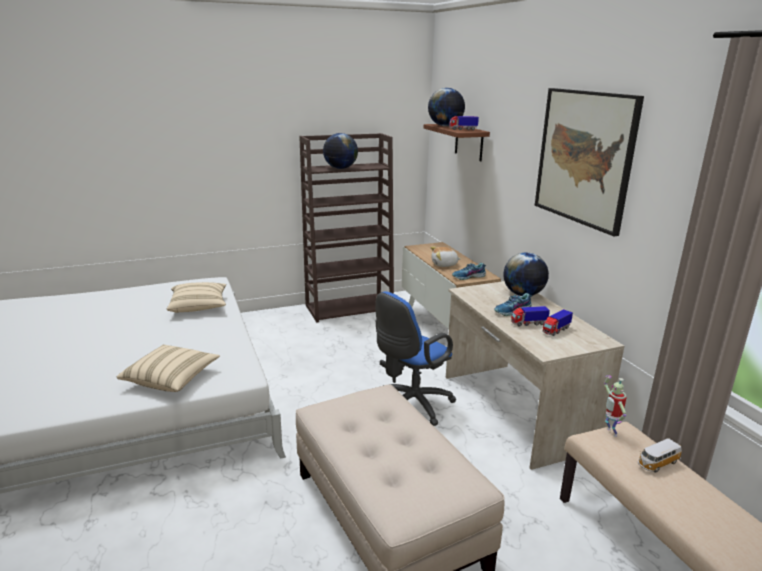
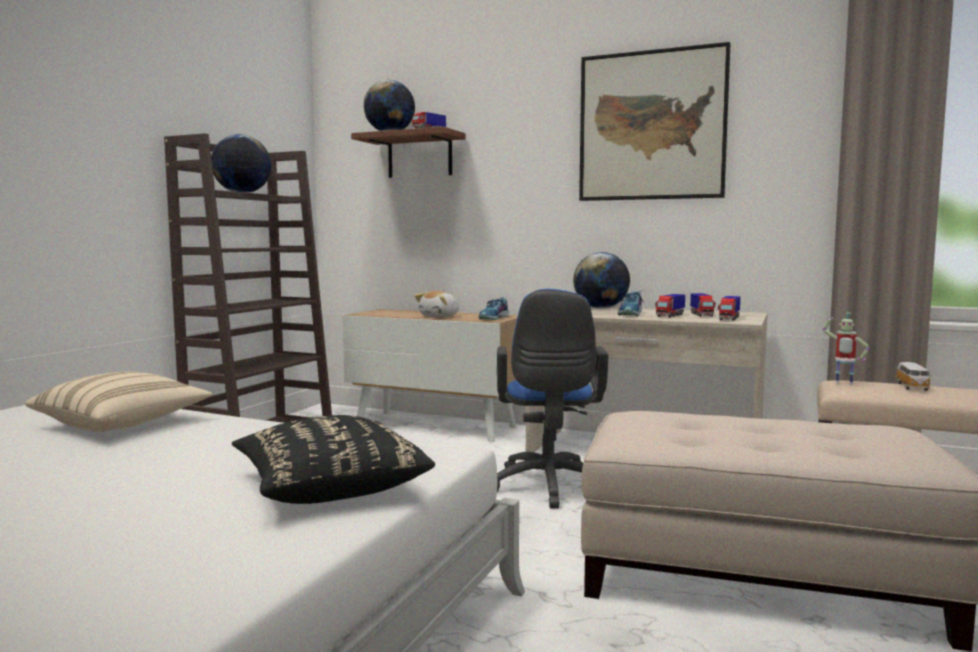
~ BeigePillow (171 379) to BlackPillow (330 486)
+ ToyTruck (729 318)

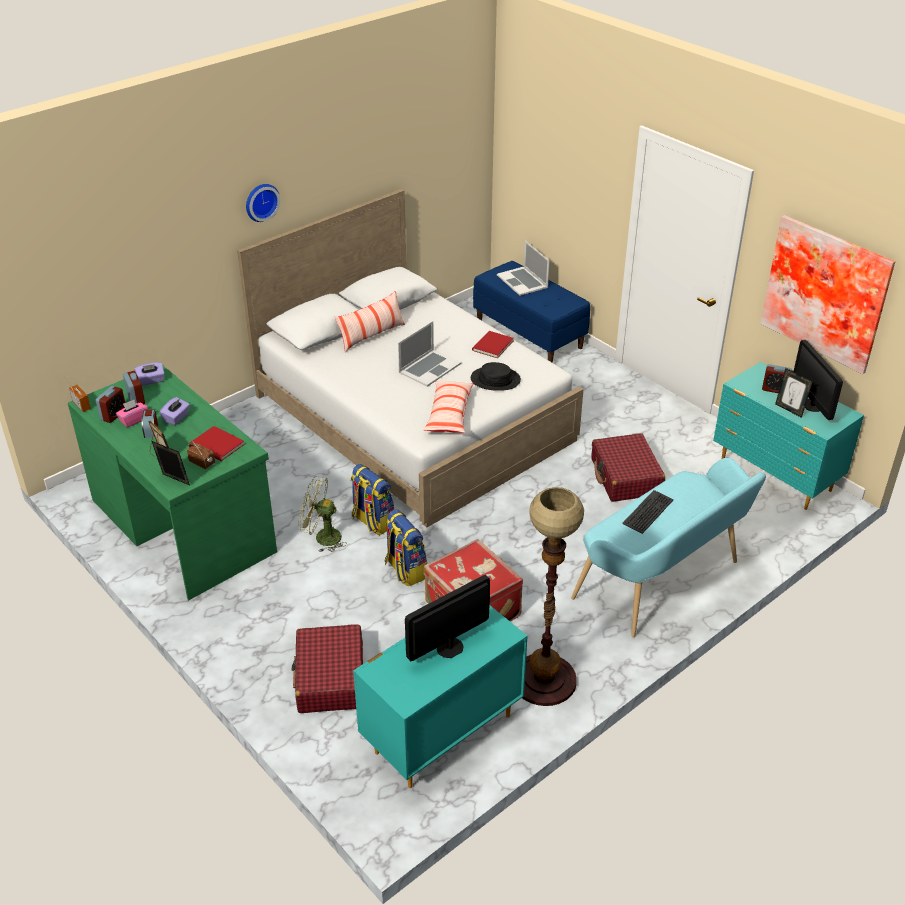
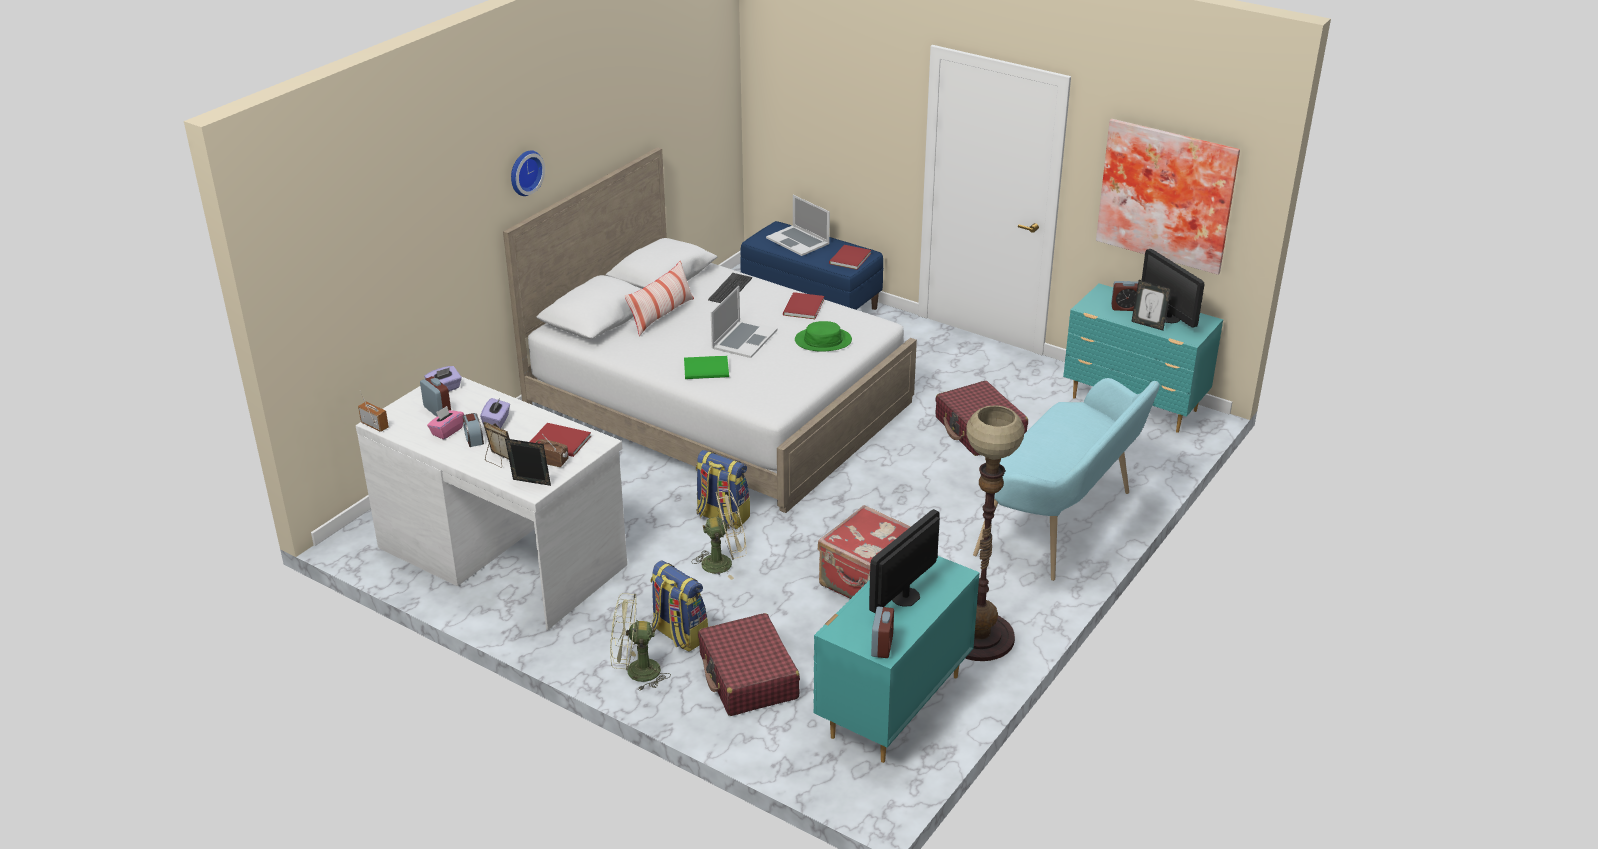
~ GreenDesk (183 524) to WhiteDesk (502 555)
~ GreenFan (322 537) to (635 672)
~ Backpack (405 570) to (678 634)
+ GreenBook (707 370)
+ BeigeFan (724 563)
~ Keyboard (648 512) to (731 289)
~ BlackHat (495 379) to GreenHat (823 340)
+ RedBook (848 259)
~ AlarmClock (113 415) to (882 646)
- Pillow (449 414)

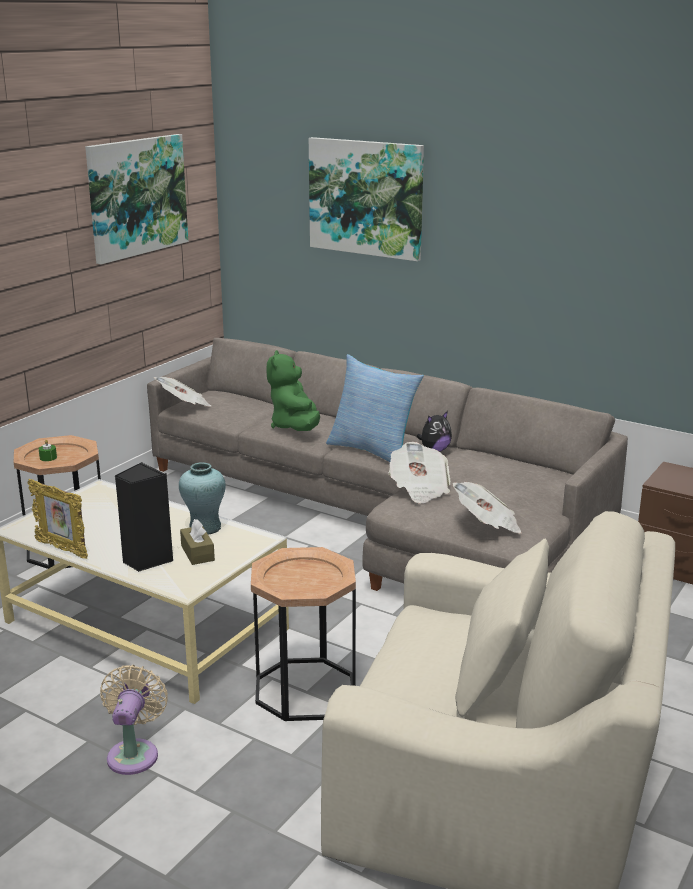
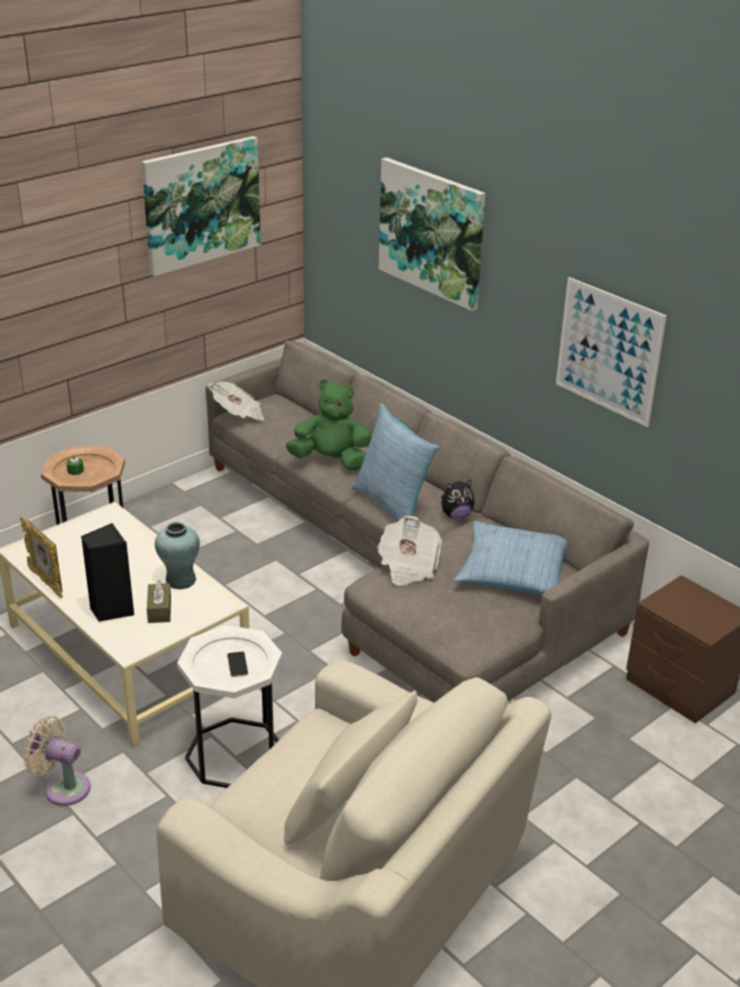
~ BeigeFan (134 753) = (63 787) 90 degrees counterclockwise
~ BrownSideTable (305 689) to WhiteSideTable (235 753)
+ Phone (237 664)
~ GreenPlushToy (295 427) = (331 461) 90 degrees clockwise
+ Pillow (514 571)
+ Picture (609 351)
- Newspaper (487 524)

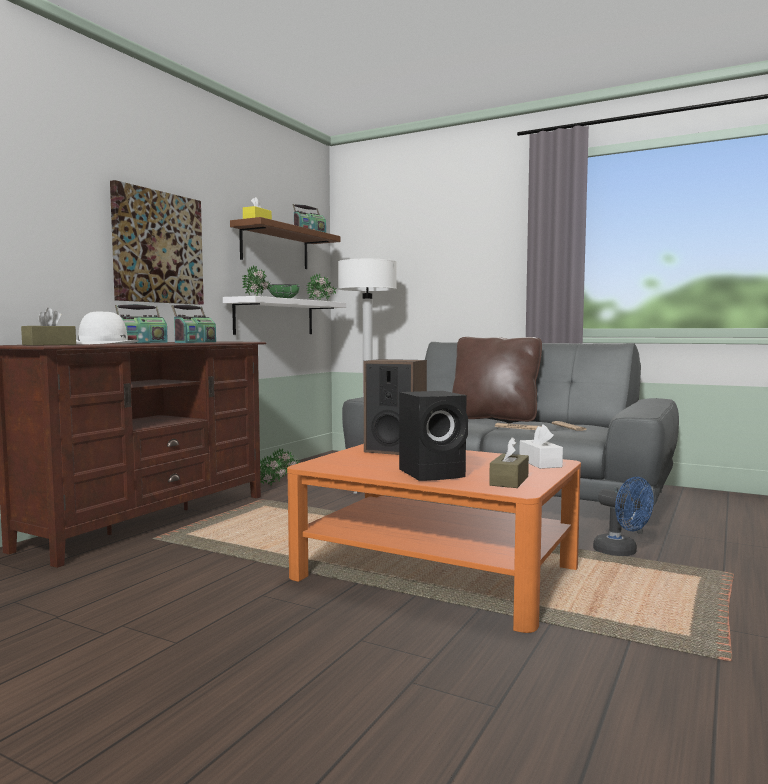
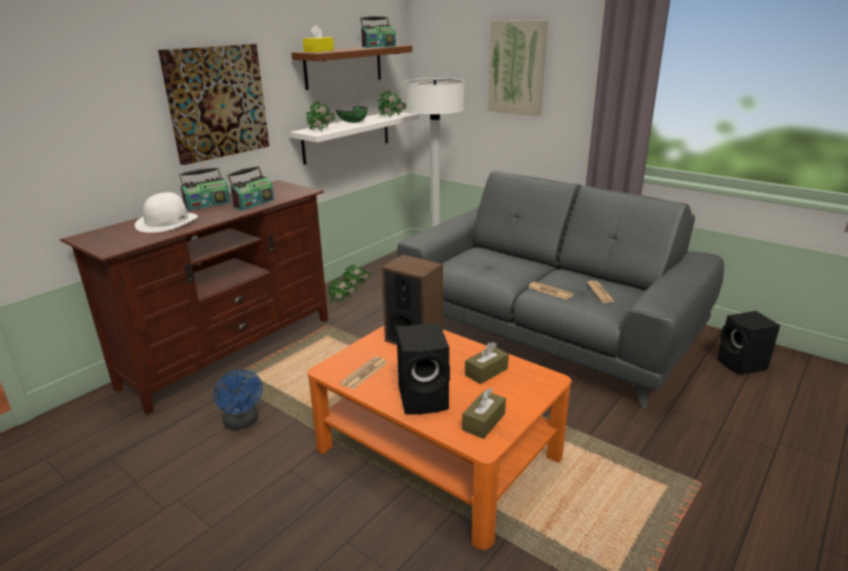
~ BlueFan (621 552) to (243 423)
+ Newspaper (364 373)
~ BrownTissueBox (49 345) to (486 372)
+ Picture (517 68)
+ BlackSpeaker (742 365)
- BrownPillow (494 418)
- WhiteTissueBox (540 463)

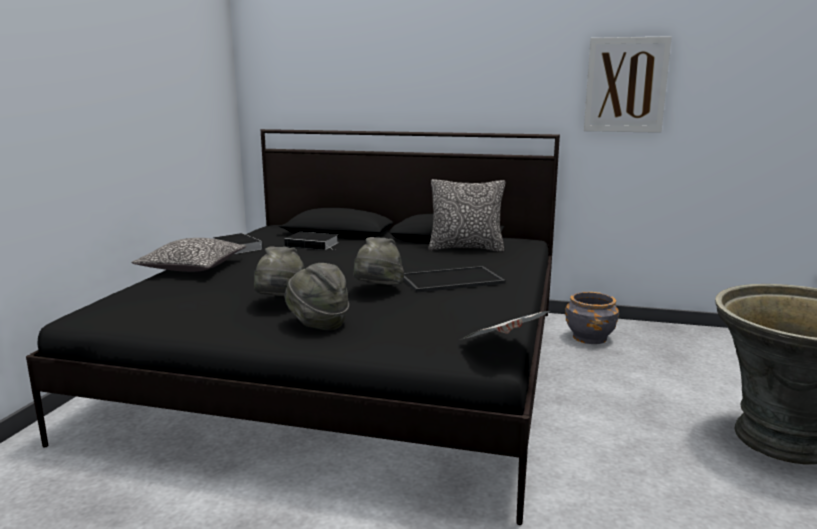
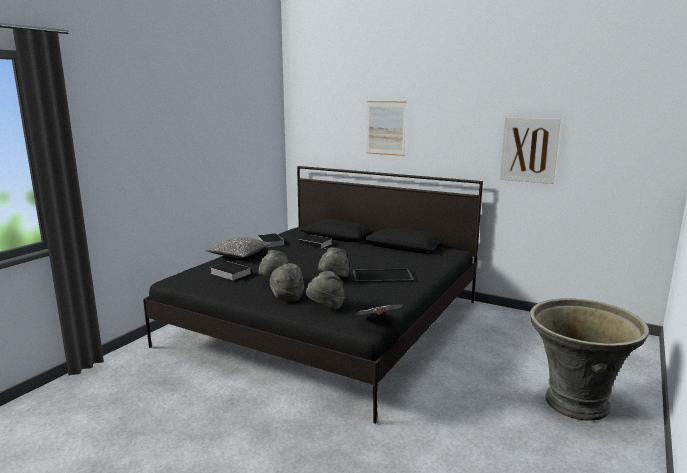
+ Book (229 273)
+ GreyHat (325 307)
+ Picture (385 128)
- Pillow (466 248)
- GreyPlanter (589 337)

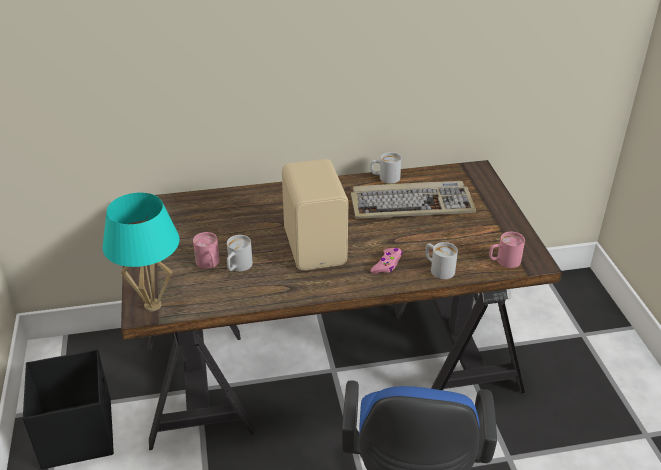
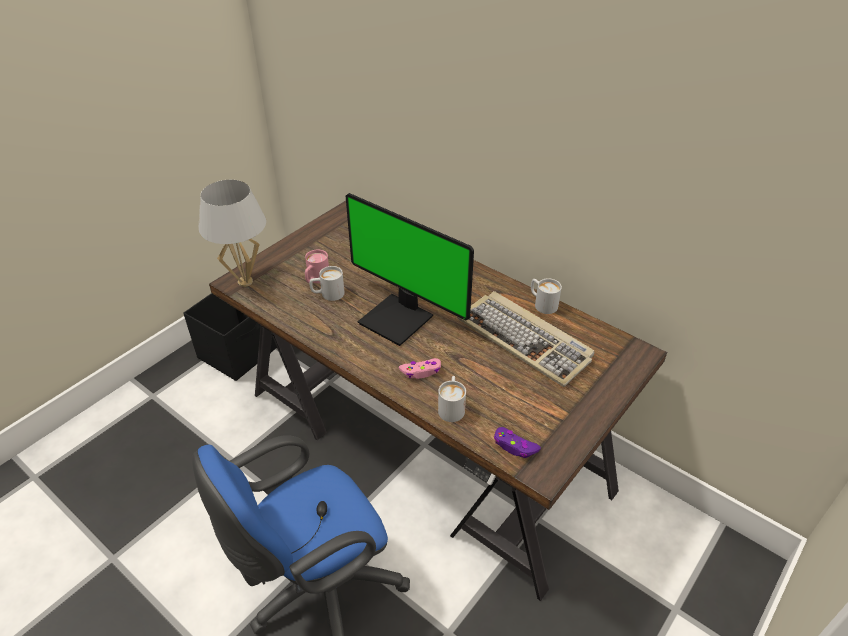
~ TurquoiseTableLamp (152 305) to WhiteTableLamp (245 282)
~ BeigeSpeaker (316 246) to Monitor (398 319)
~ PinkMug (503 261) to PurpleGameController (514 446)

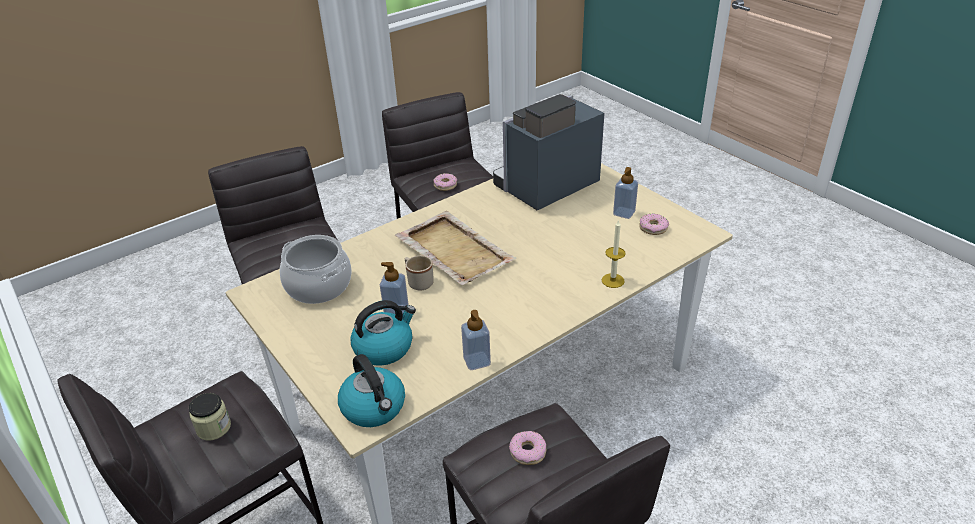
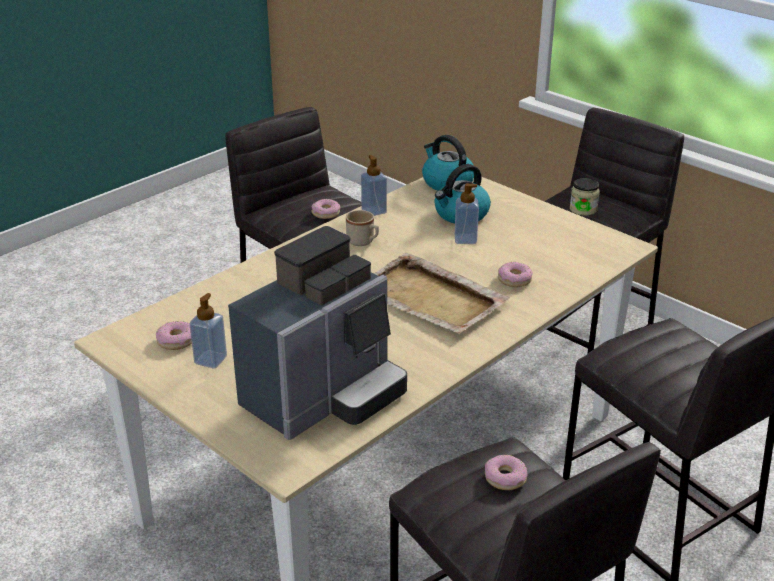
~ BeigeMug (418 282) to (363 242)
+ Donut (514 279)
- CookingPot (319 285)
- Candle (612 280)

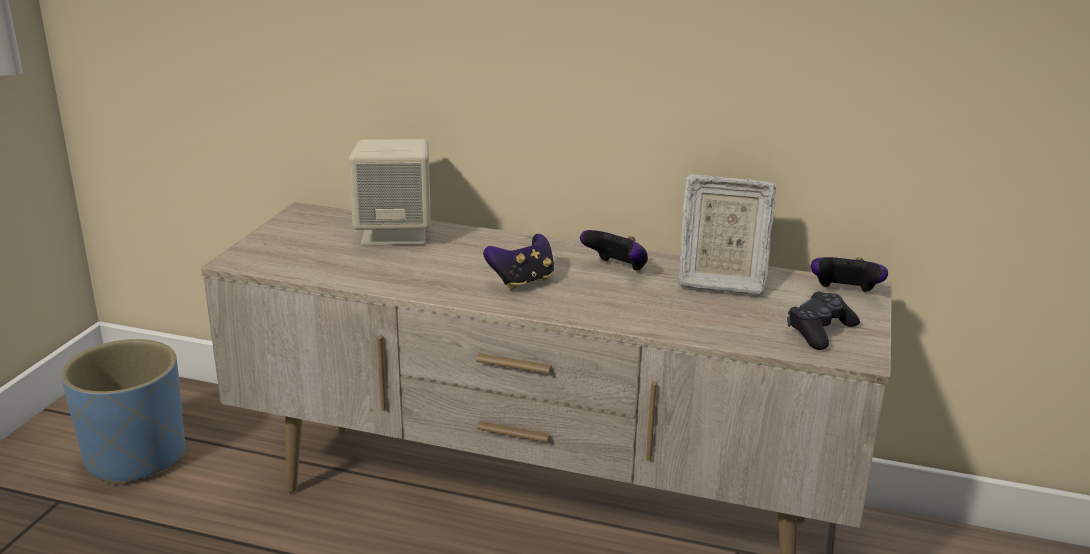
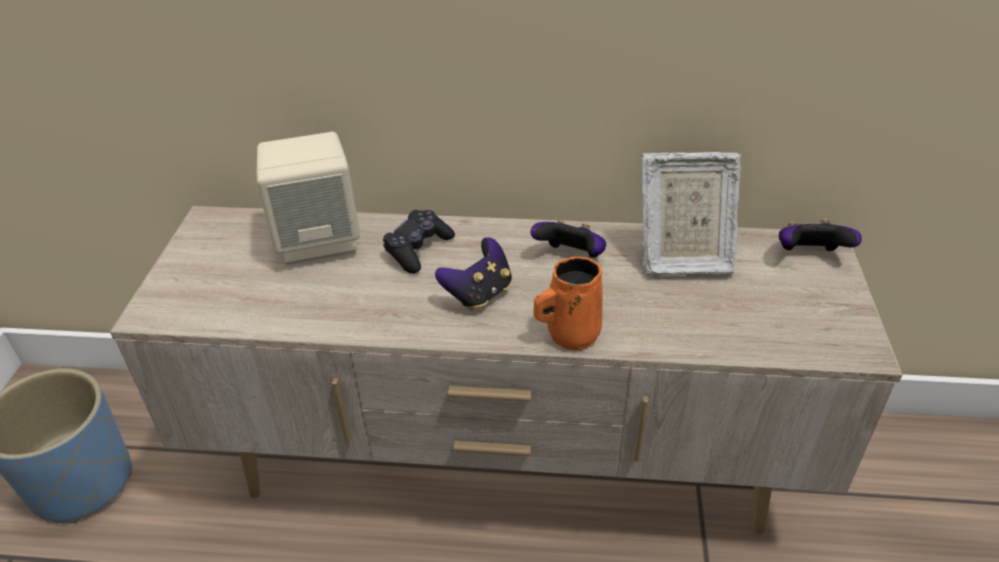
~ BlackGameController (820 331) to (418 249)
+ OrangeMug (570 334)

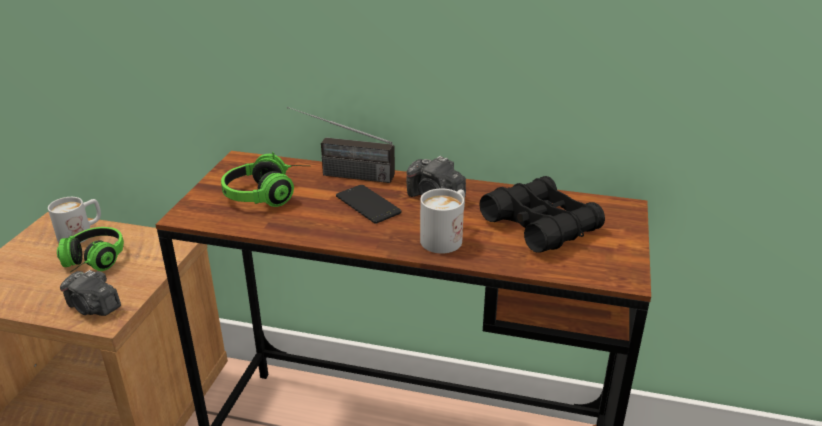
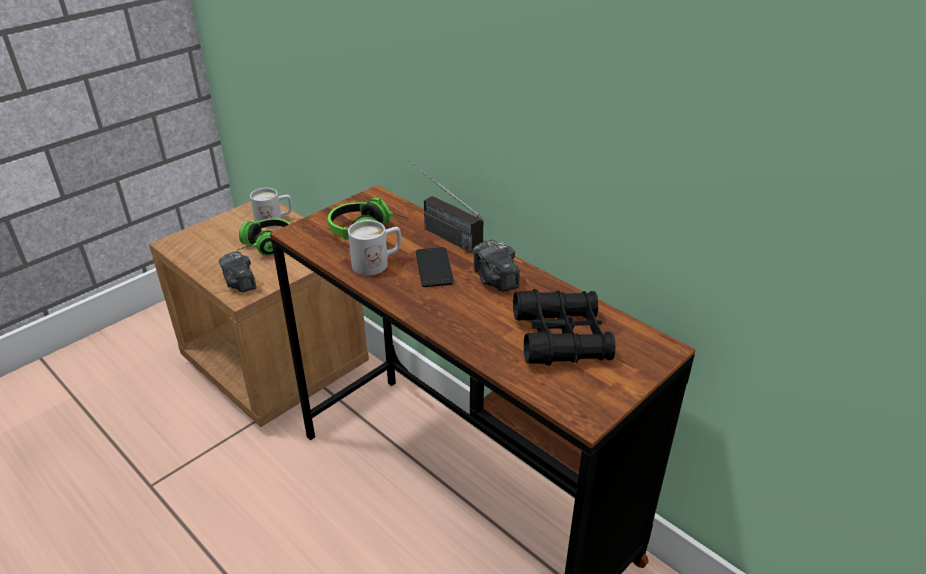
~ WhiteMug (446 237) to (377 263)

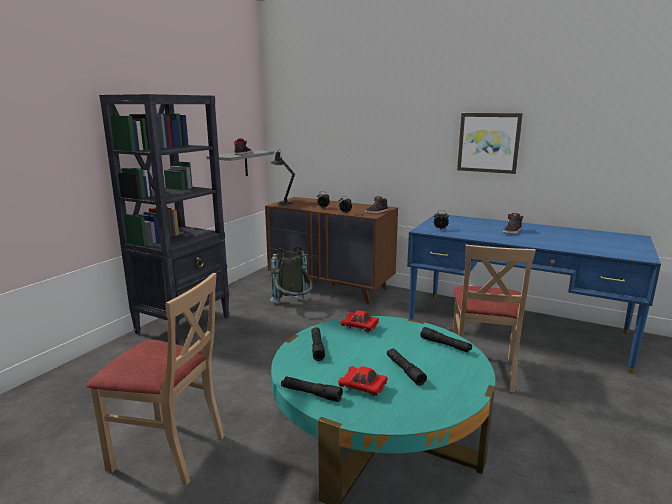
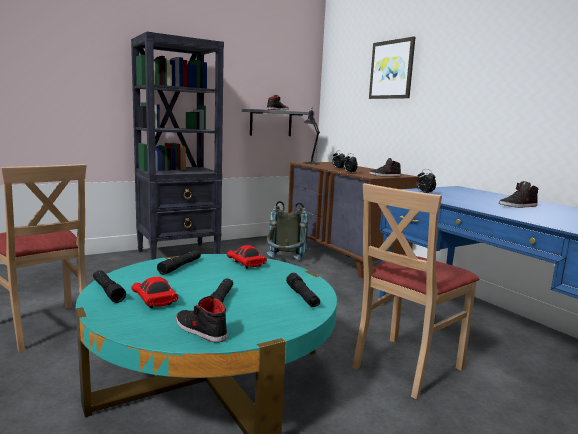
+ BlackShoe (200 330)
~ Picture (488 142) to (392 69)

